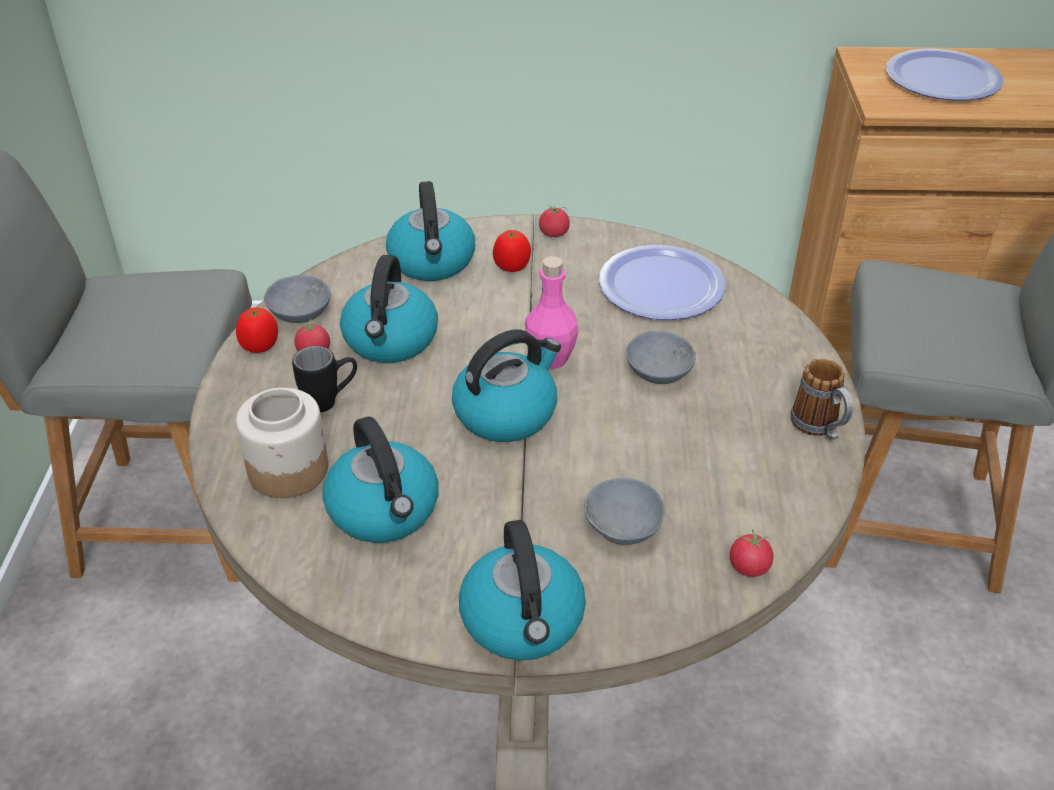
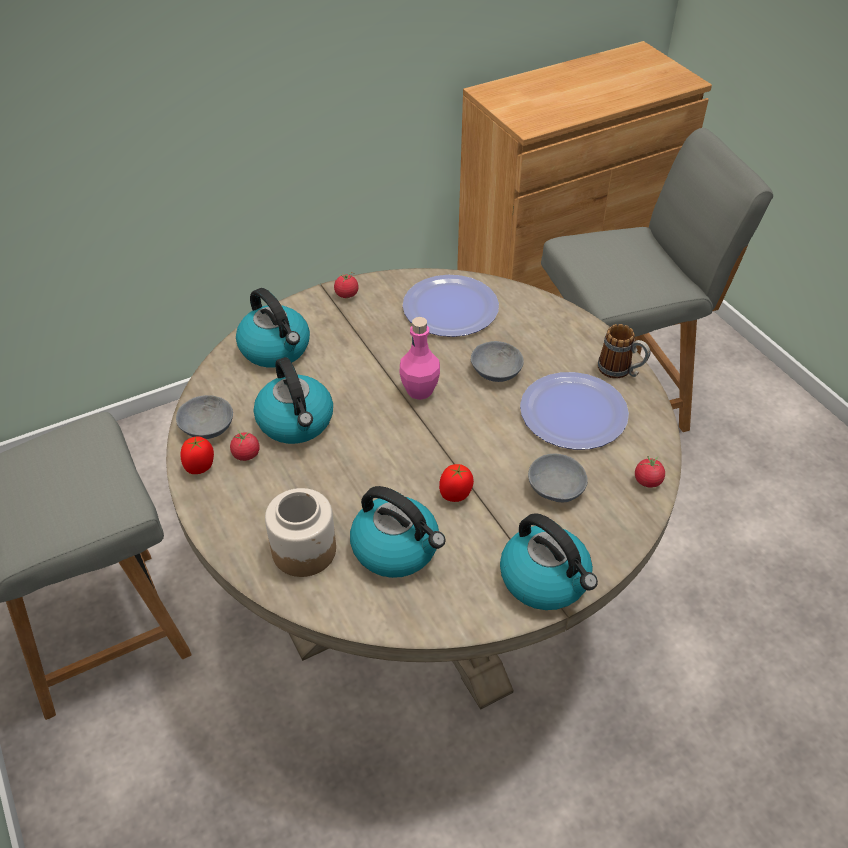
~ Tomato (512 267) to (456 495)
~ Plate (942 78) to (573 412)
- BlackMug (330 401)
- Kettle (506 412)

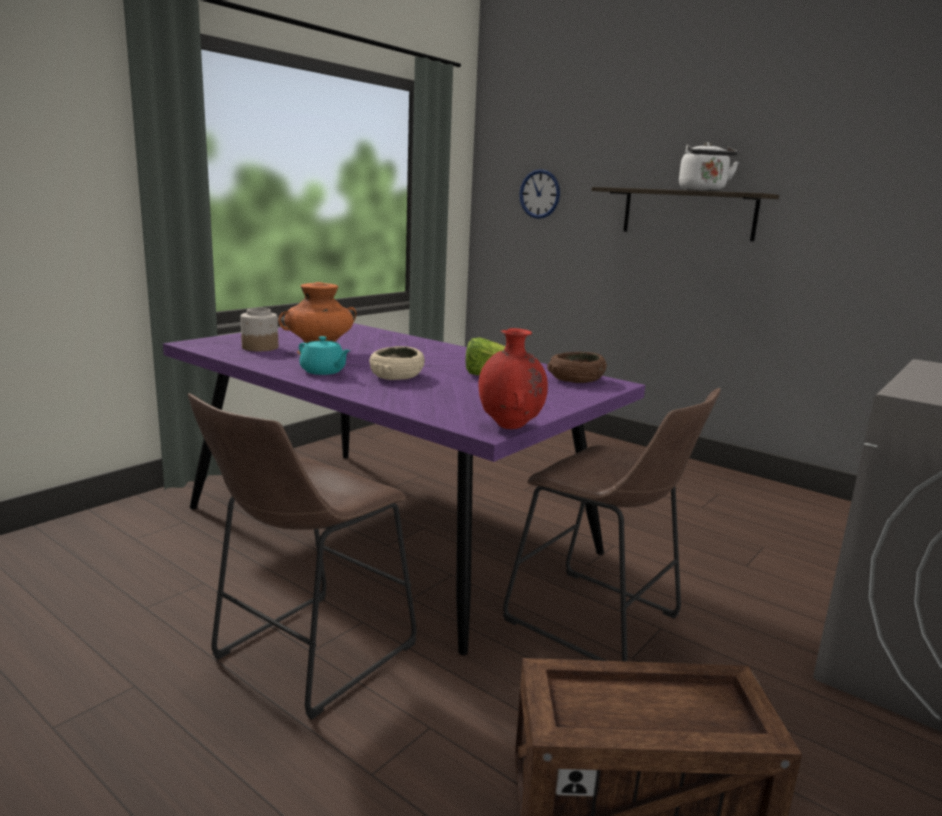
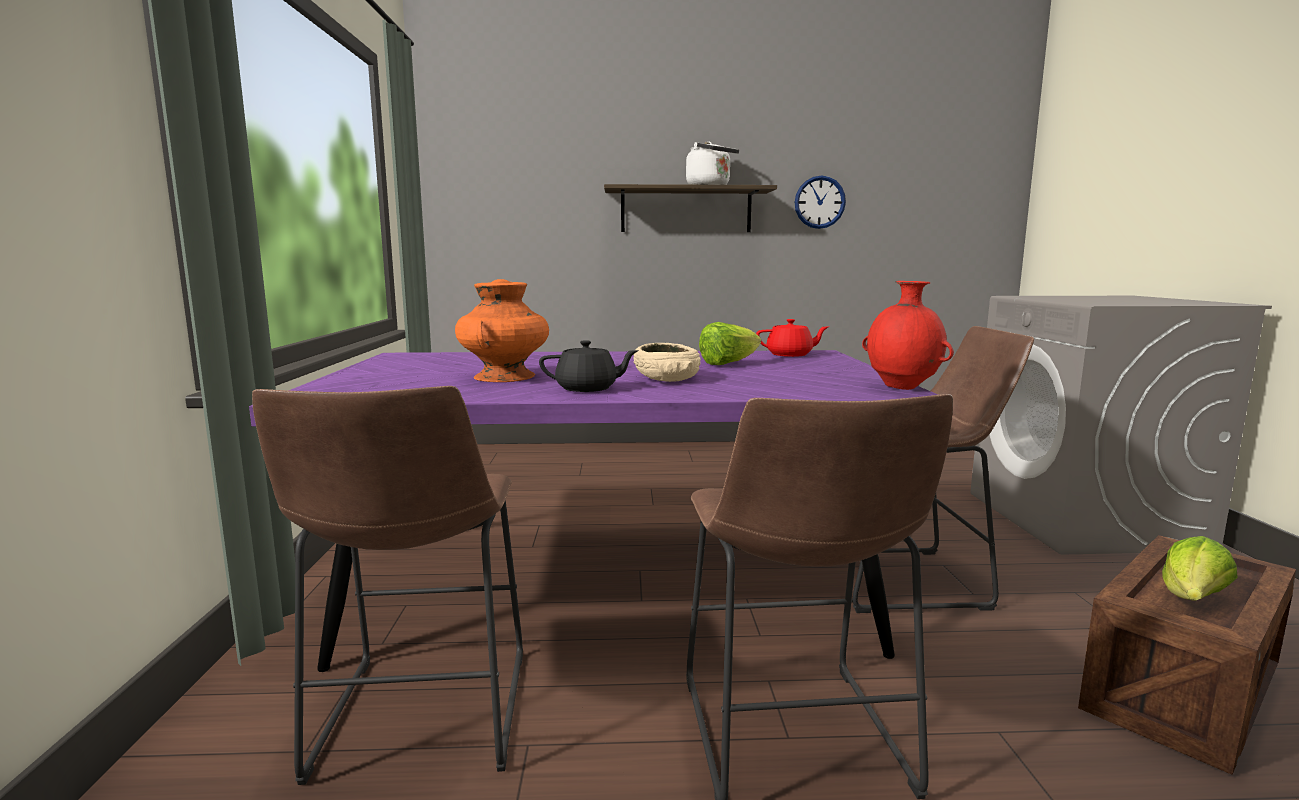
+ BrownStool (420 721)
~ TurquoiseTeapot (323 371) to BlackTeapot (588 388)
~ BrownBowl (576 379) to RedTeapot (790 355)
~ WallClock (539 194) to (819 202)
+ Lettuce (1192 600)
- Jar (259 347)

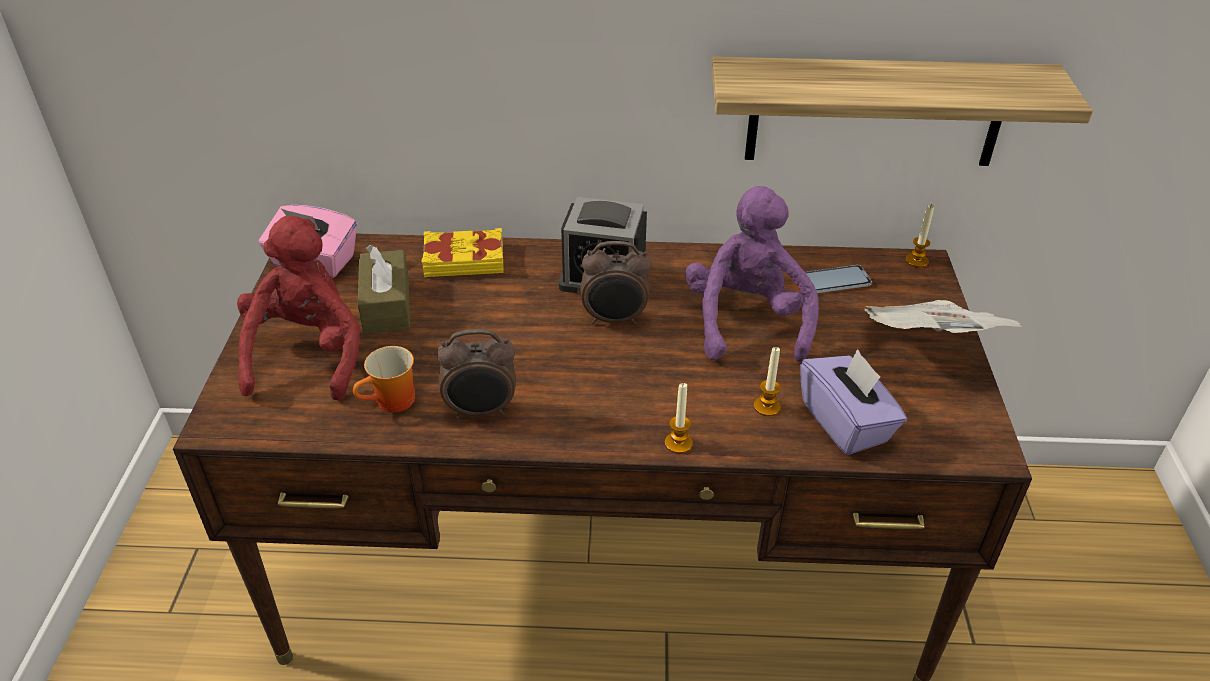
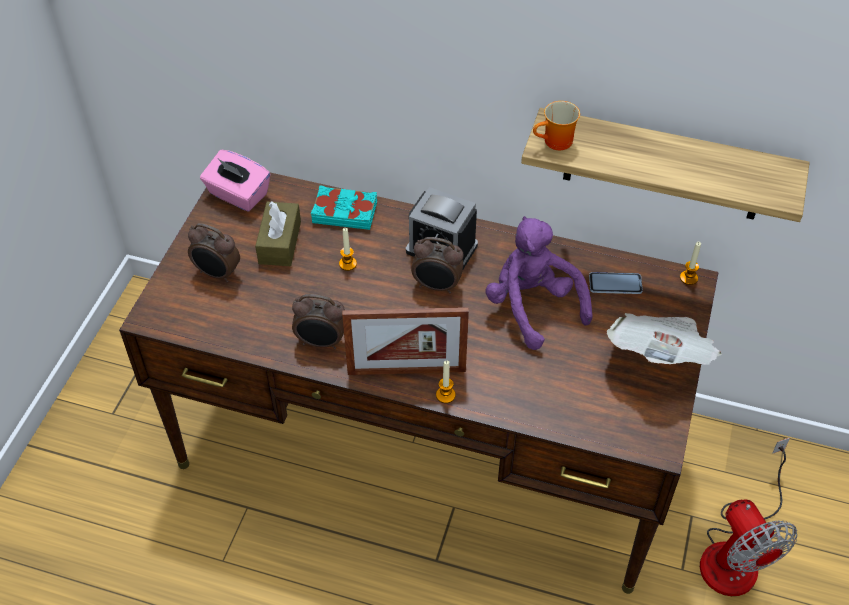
~ RedPlushToy (308 355) to AlarmClock (217 274)
~ YellowBook (464 259) to TurquoiseBook (345 212)
~ Candle (767 407) to (347 264)
+ PictureFrame (406 371)
~ PurplePlushToy (746 321) = (532 307) 45 degrees counterclockwise
~ Mug (393 403) to (556 143)
+ Fan (736 552)
- PurpleTissueBox (845 423)

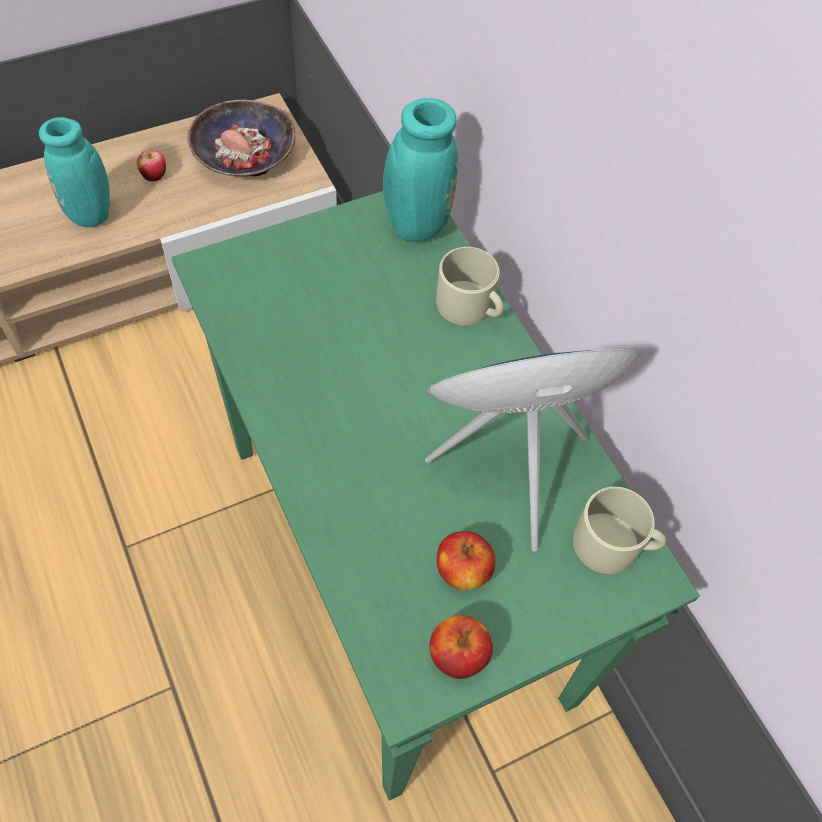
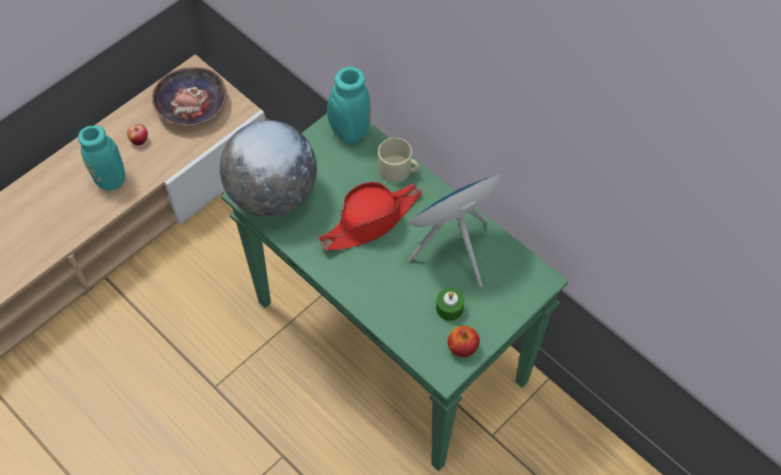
+ Globe (272 195)
+ RedHat (371 220)
~ Apple (463 571) to GreenCandle (449 308)
- BeigeMug (614 545)

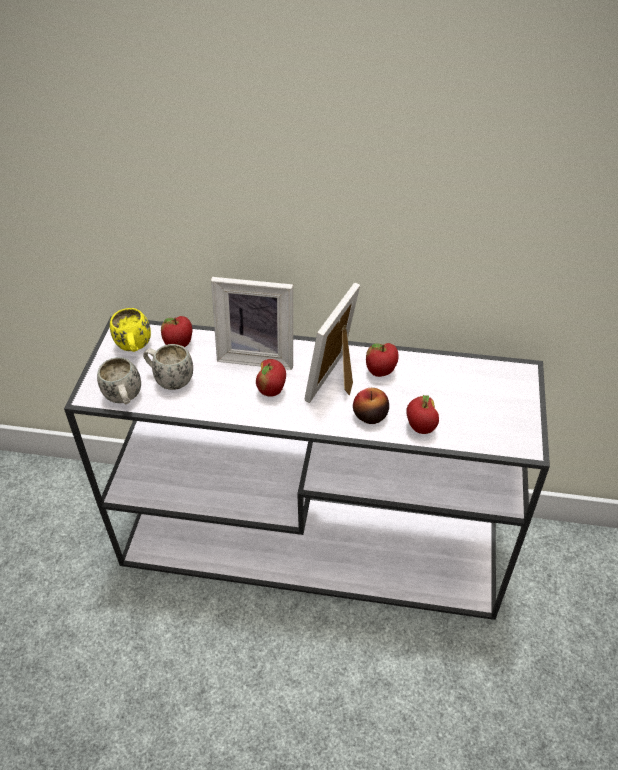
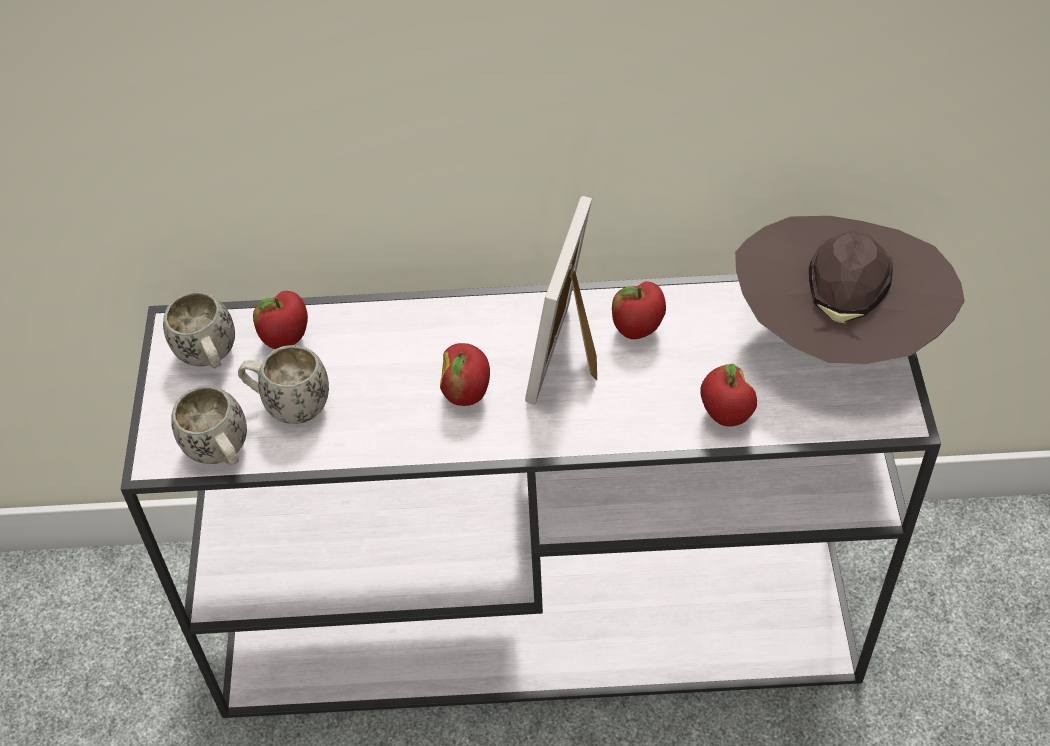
~ YellowMug (135 348) to WhiteMug (210 359)
+ BrownHat (835 337)
- PictureFrame (257 354)
- Apple (370 415)

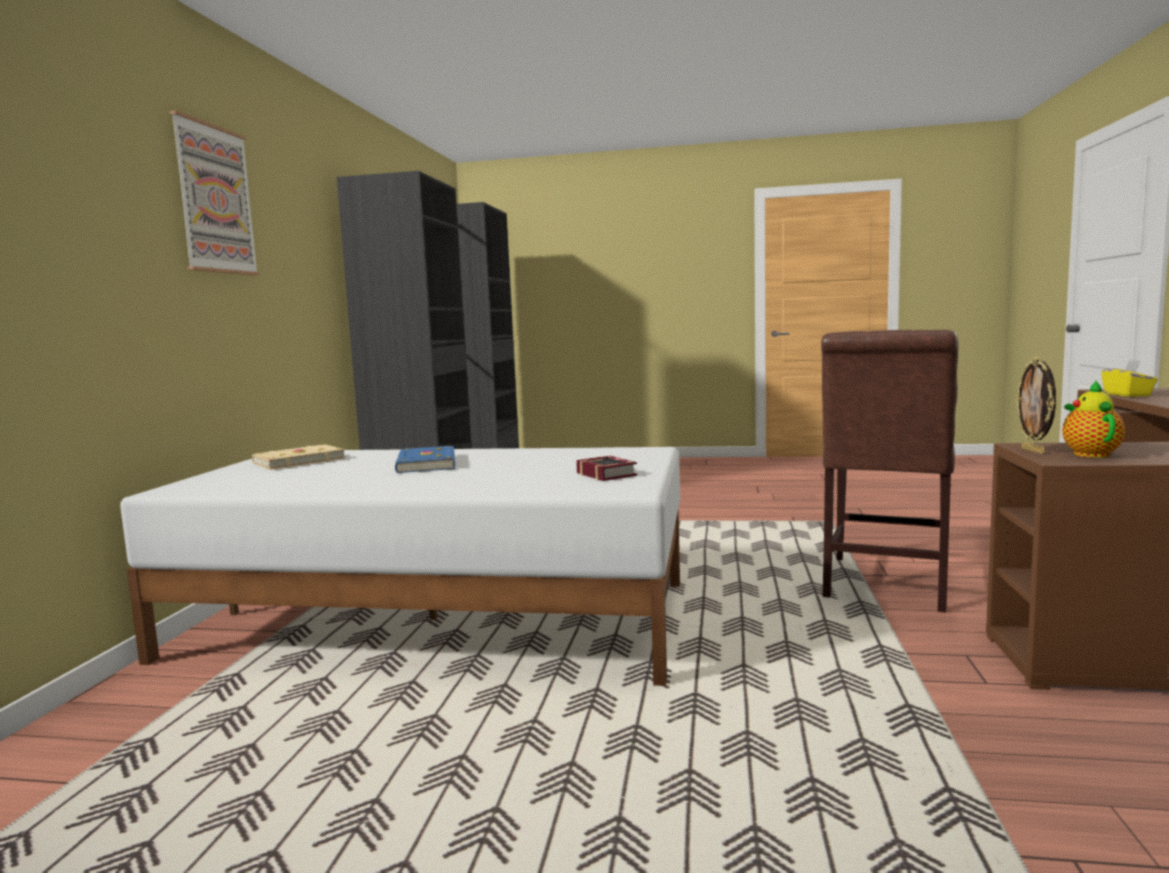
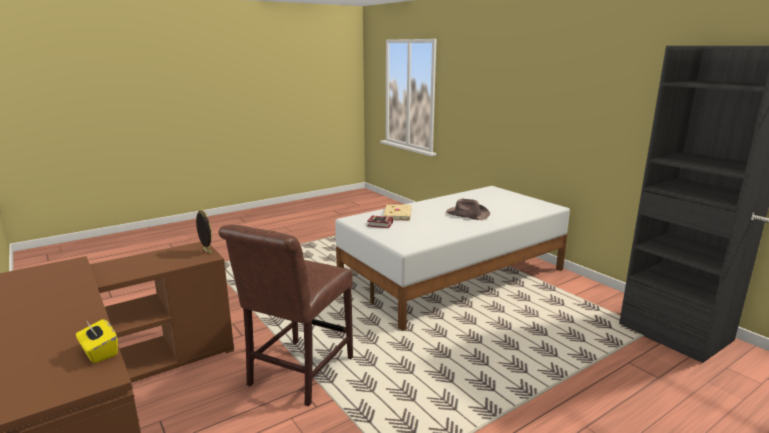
~ BrownChair (884 586) = (297 374) 135 degrees counterclockwise
~ BeigeBook (298 461) to (398 214)
~ BlueBook (424 464) to BrownHat (467 214)
- Picture (215 199)
- Teapot (1089 454)

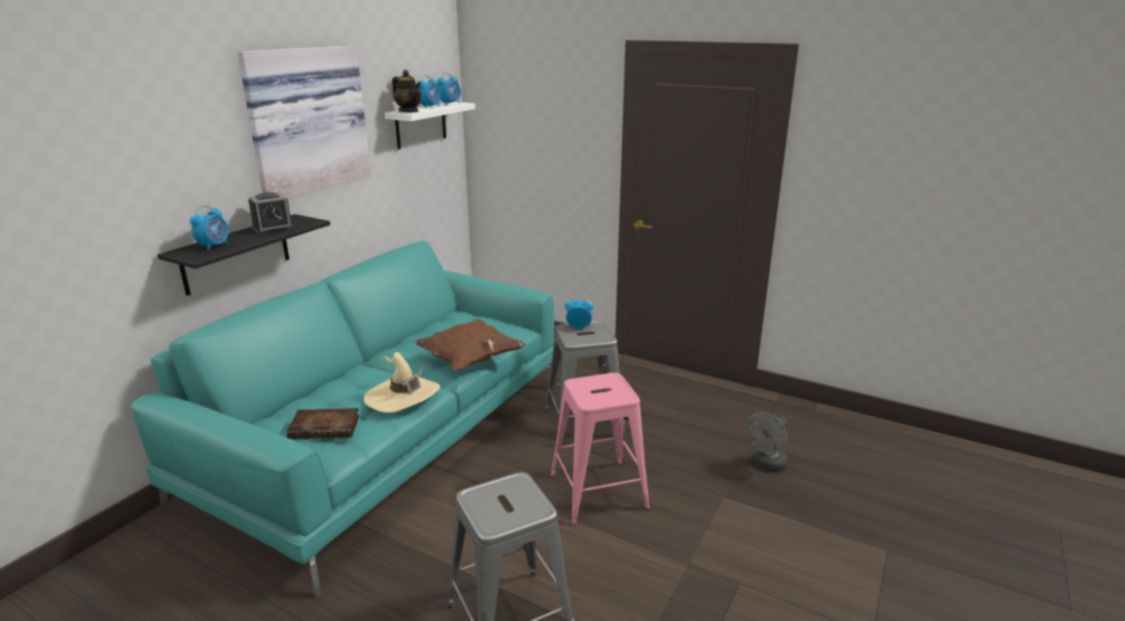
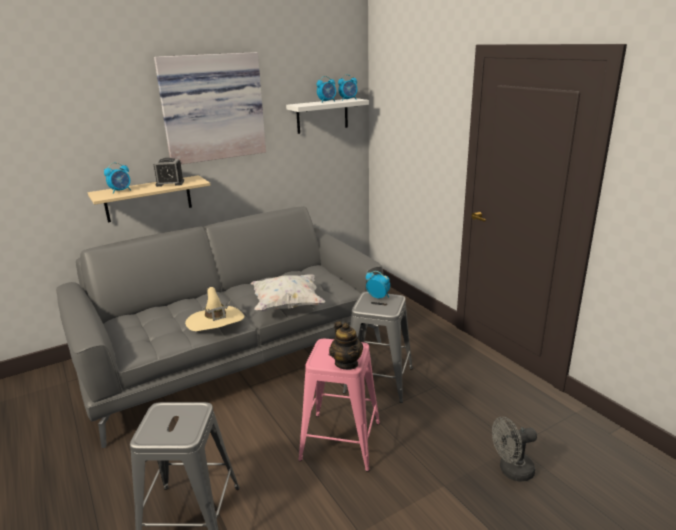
~ TurquoiseSofa (389 439) to GreySofa (235 351)
~ BlackShelf (236 254) to BeigeShelf (148 199)
~ BrownPillow (470 360) to WhitePillow (287 305)
~ Teapot (409 111) to (346 363)
- Book (327 427)

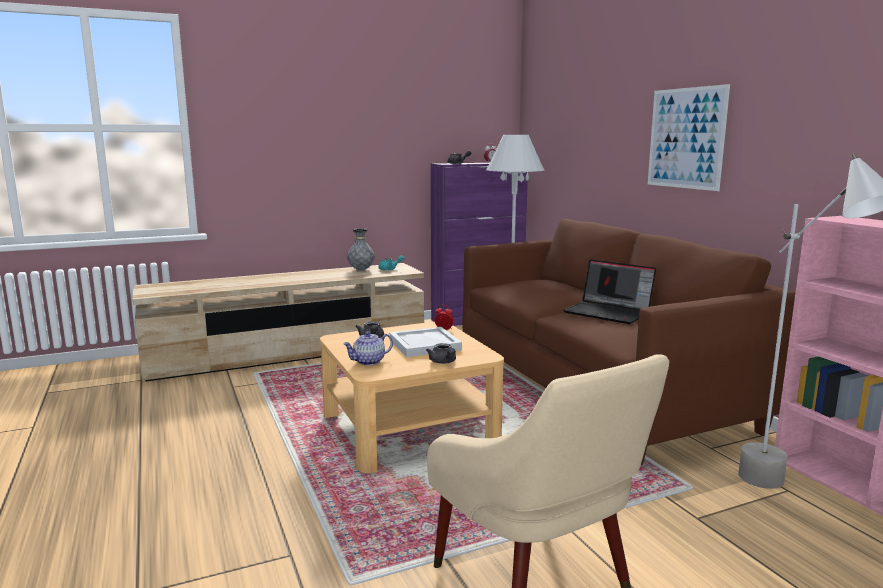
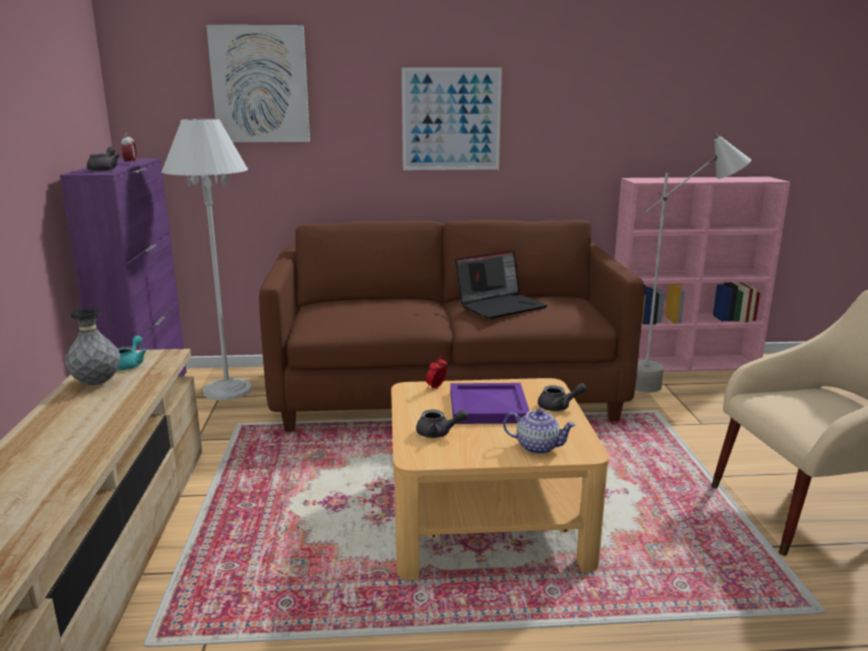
+ Picture (260 84)
~ WhiteTray (424 345) to PurpleTray (489 407)
~ Teapot (368 362) = (538 447) 60 degrees counterclockwise

